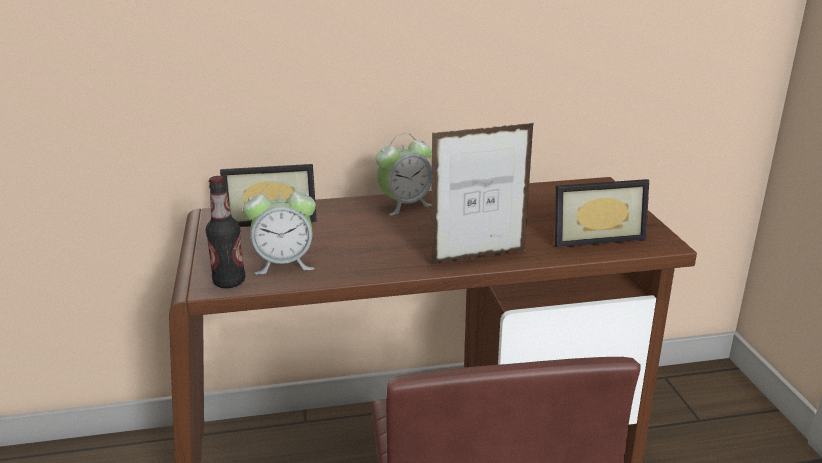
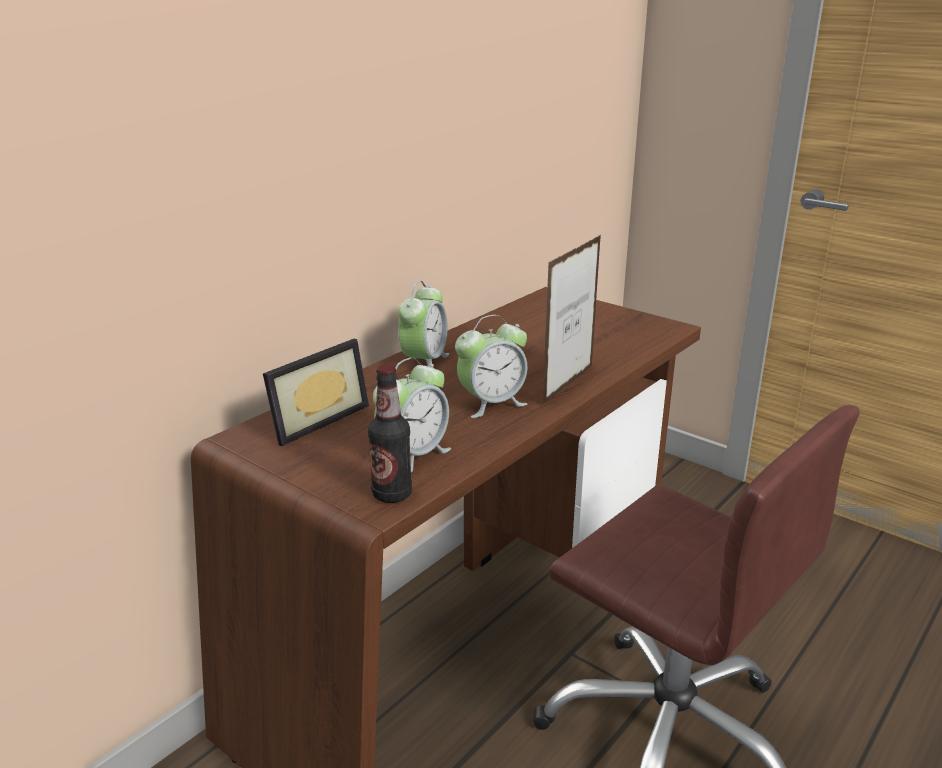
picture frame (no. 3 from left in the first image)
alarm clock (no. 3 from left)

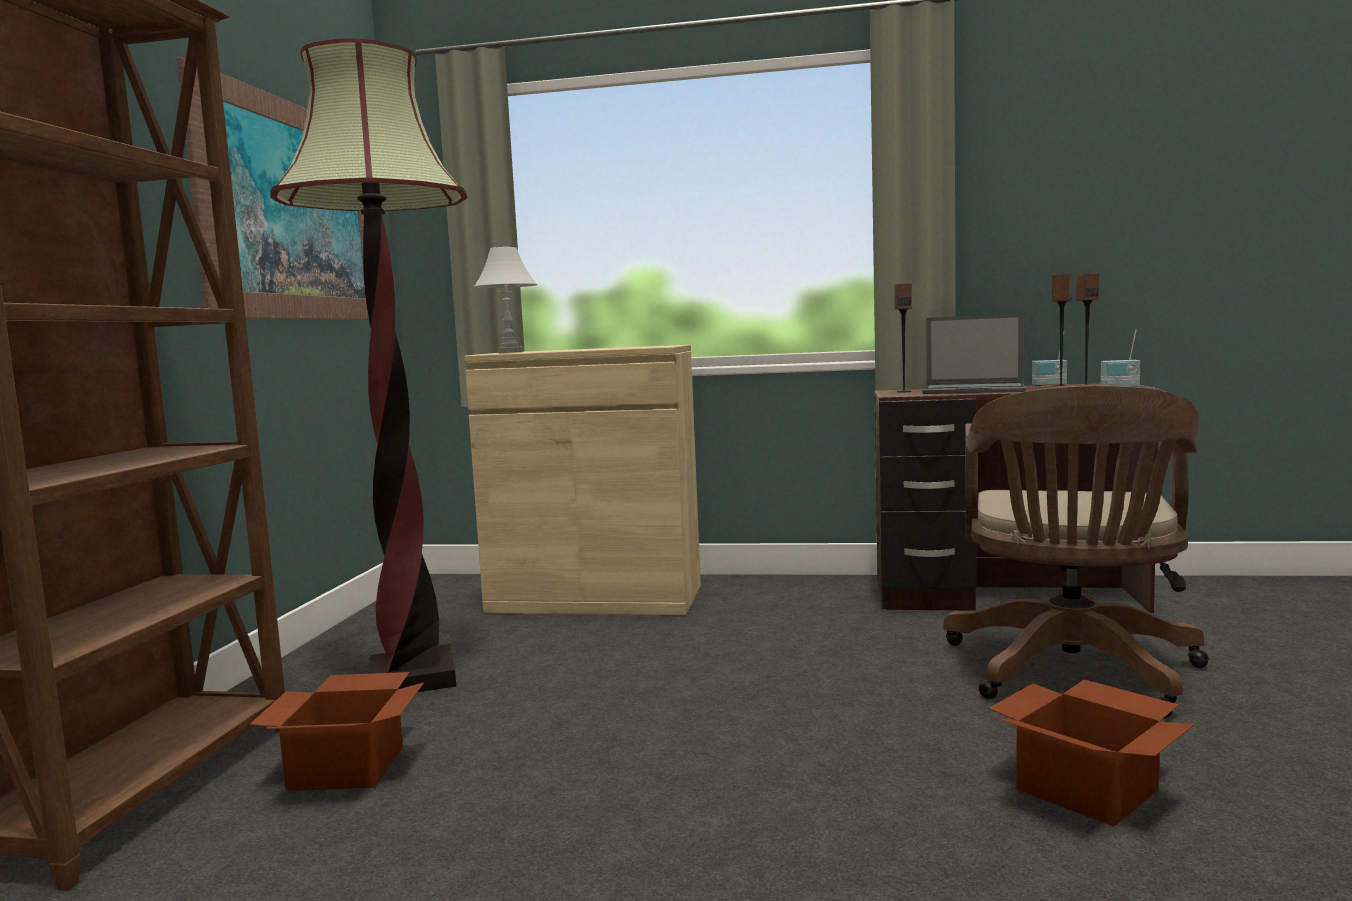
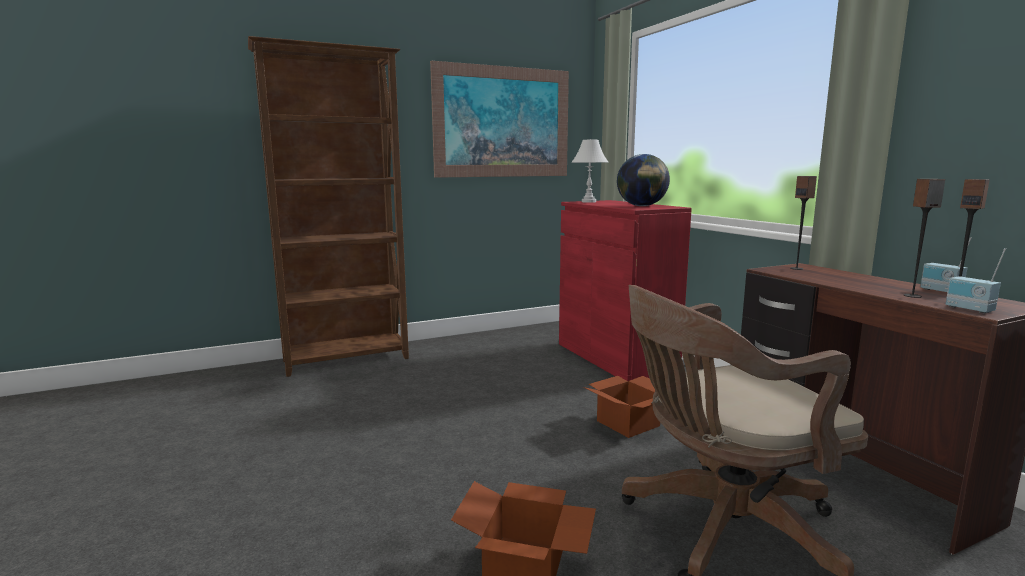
floor lamp
laptop
globe
cardboard box (no. 2 from left)
red cabinet

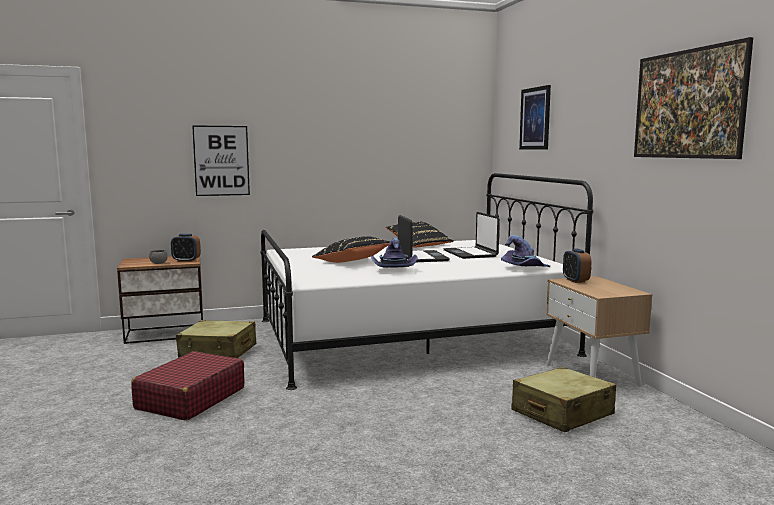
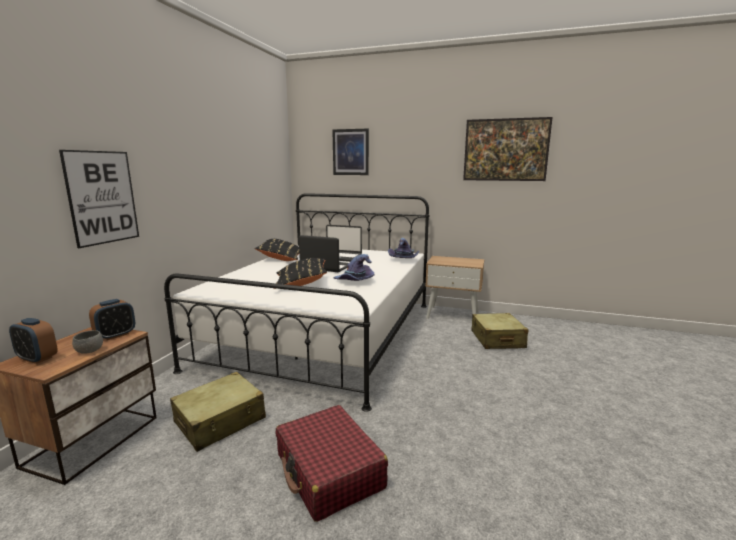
alarm clock (no. 1 from left)

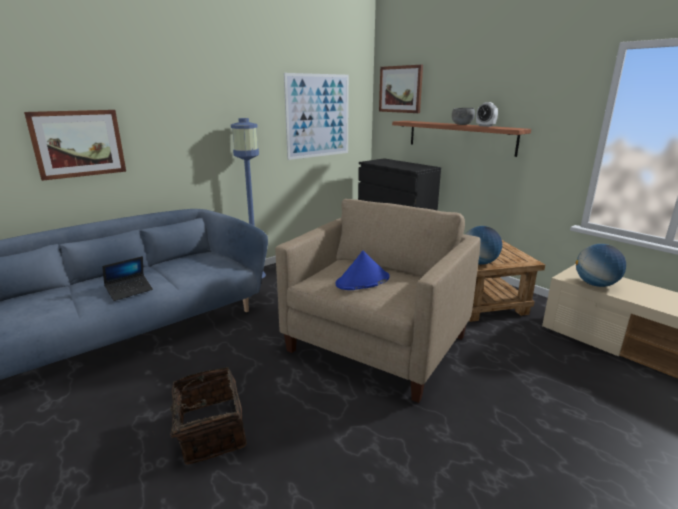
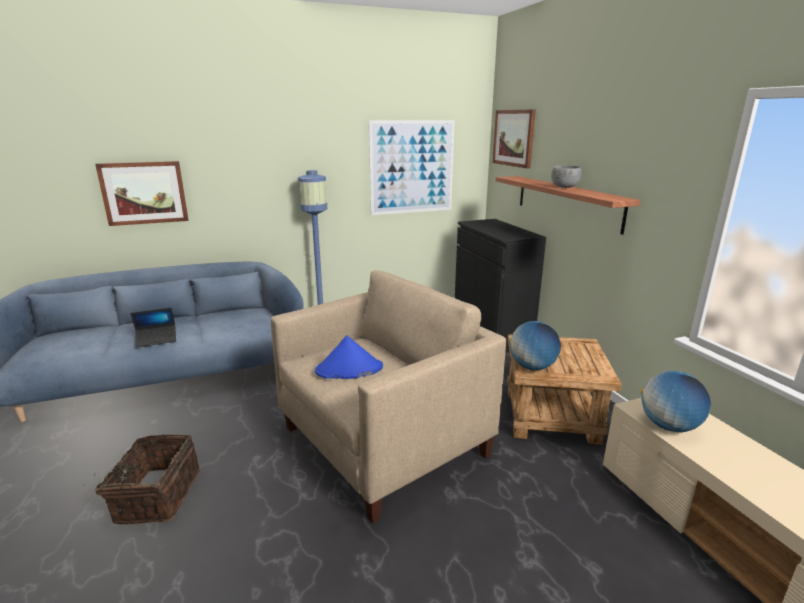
alarm clock

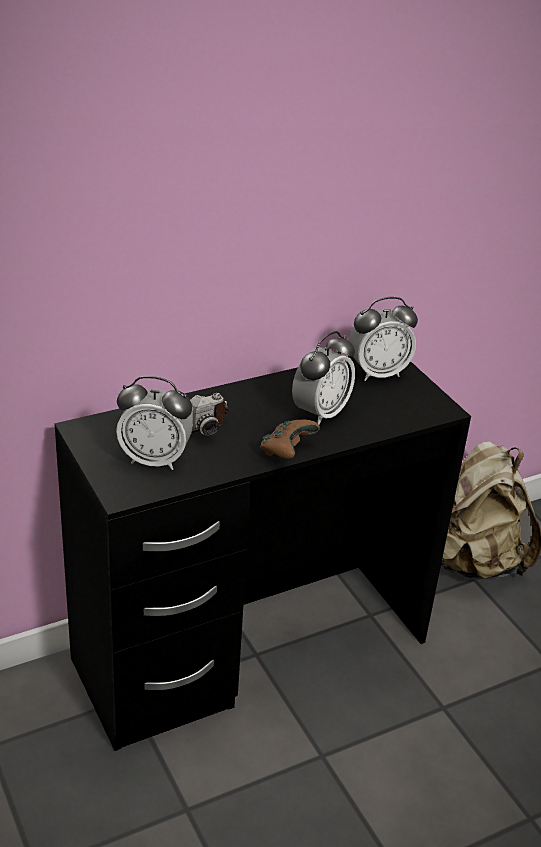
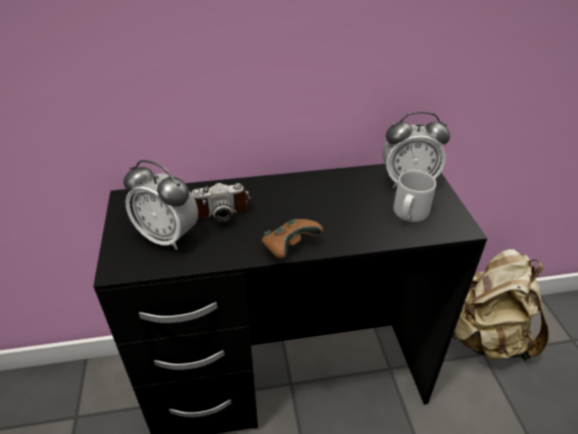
alarm clock (no. 2 from left in the first image)
grey mug

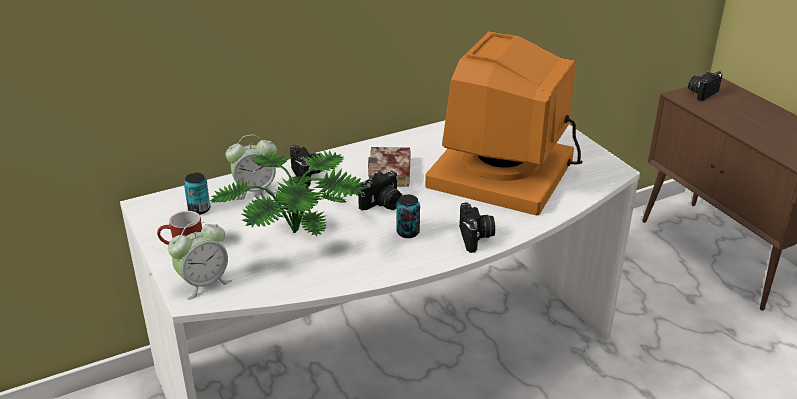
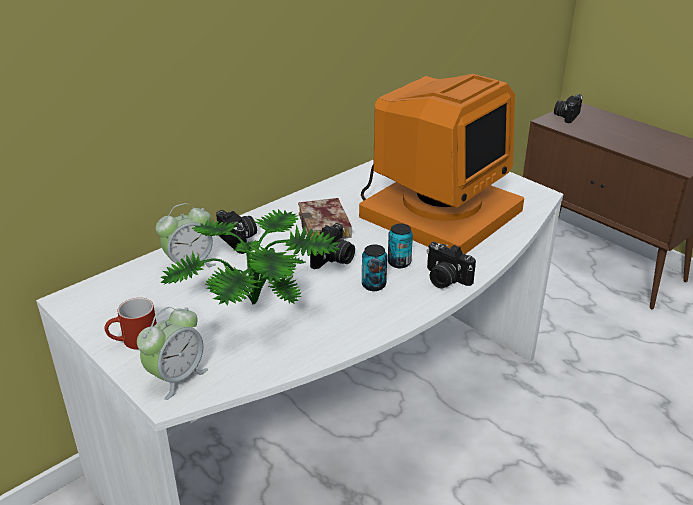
can (no. 2 from left)
monitor
photo camera (no. 3 from left)

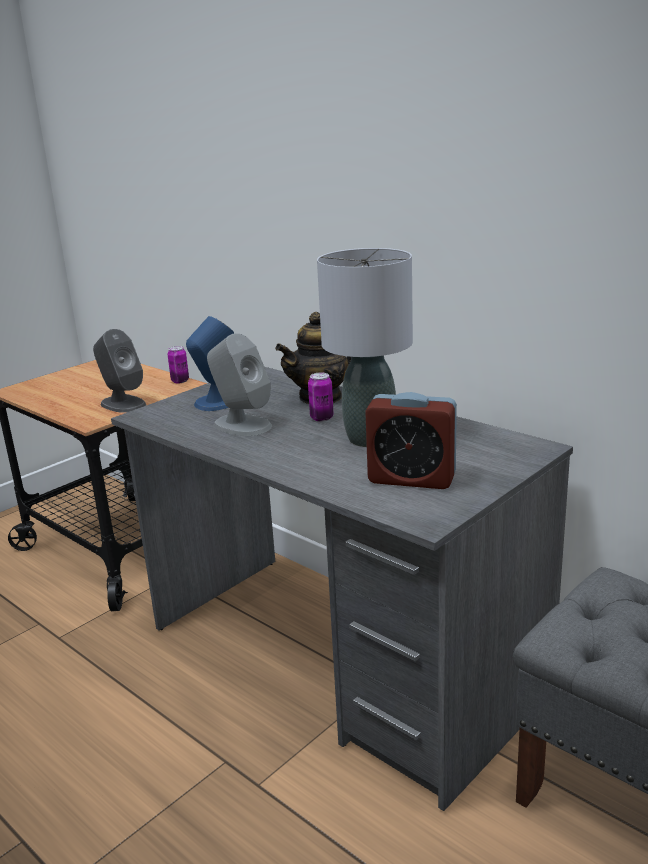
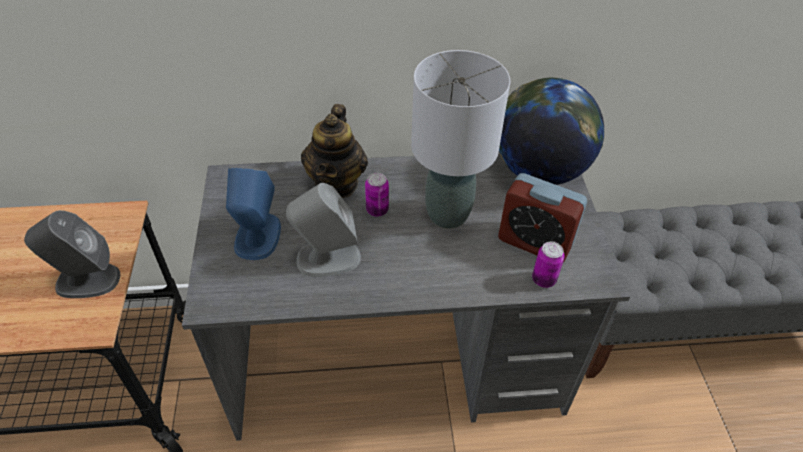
globe
can (no. 2 from left)
alarm clock

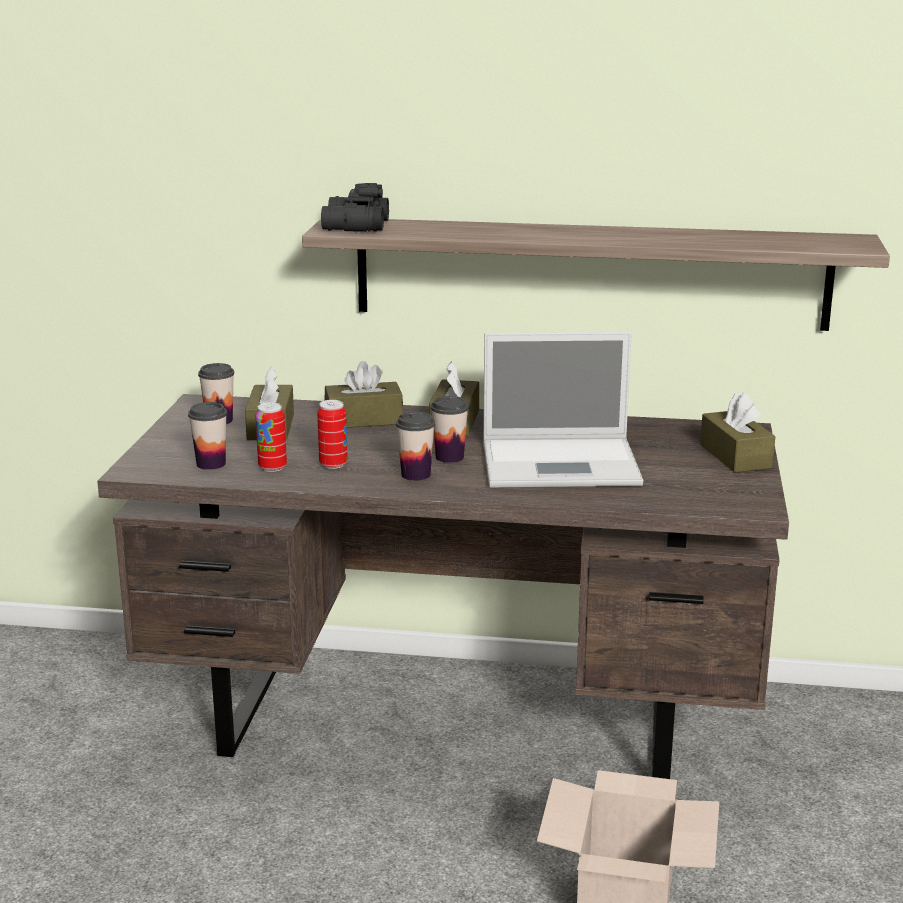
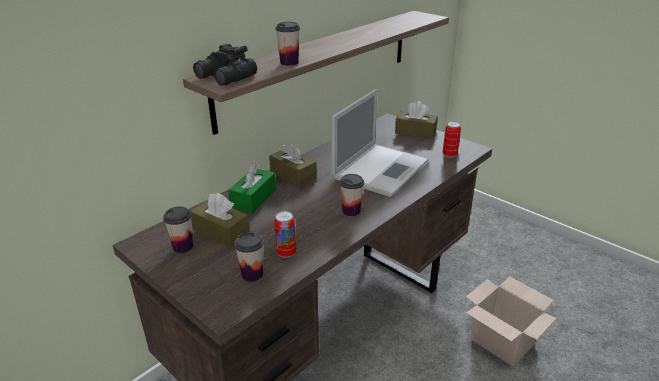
can (no. 2 from left)
cup (no. 3 from left)
green tissue box

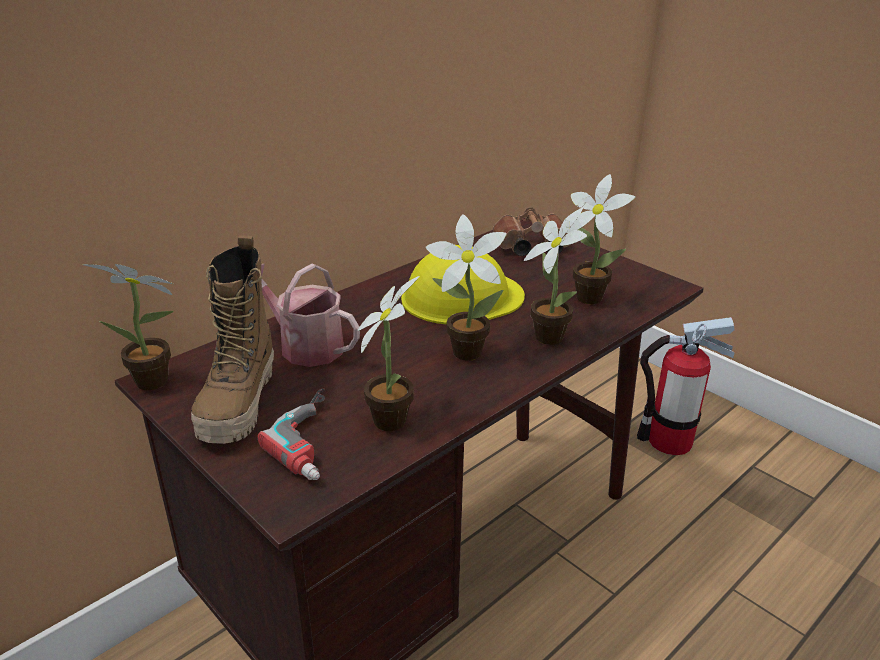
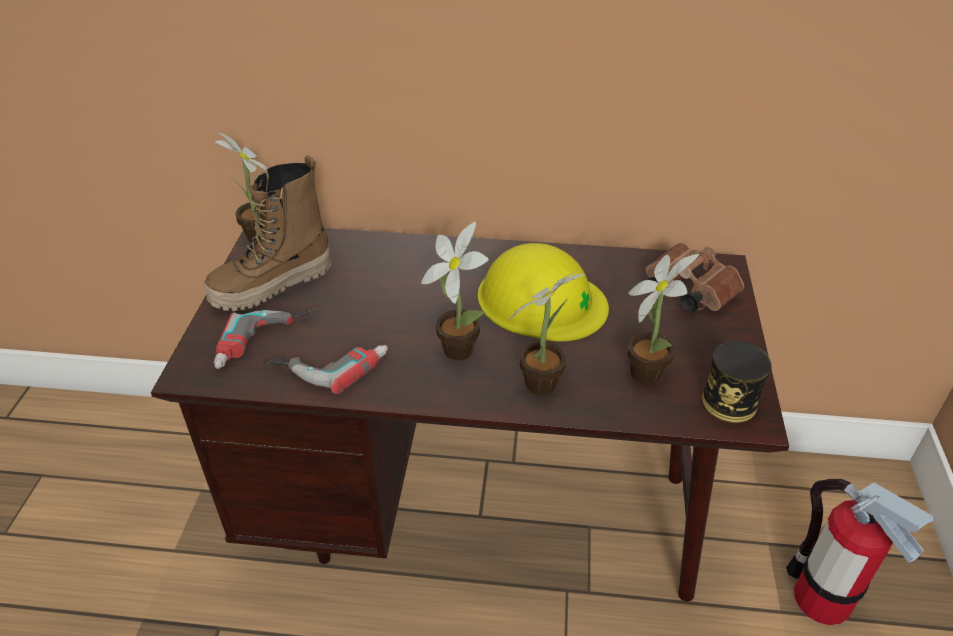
watering can
can
power drill (no. 2 from left)

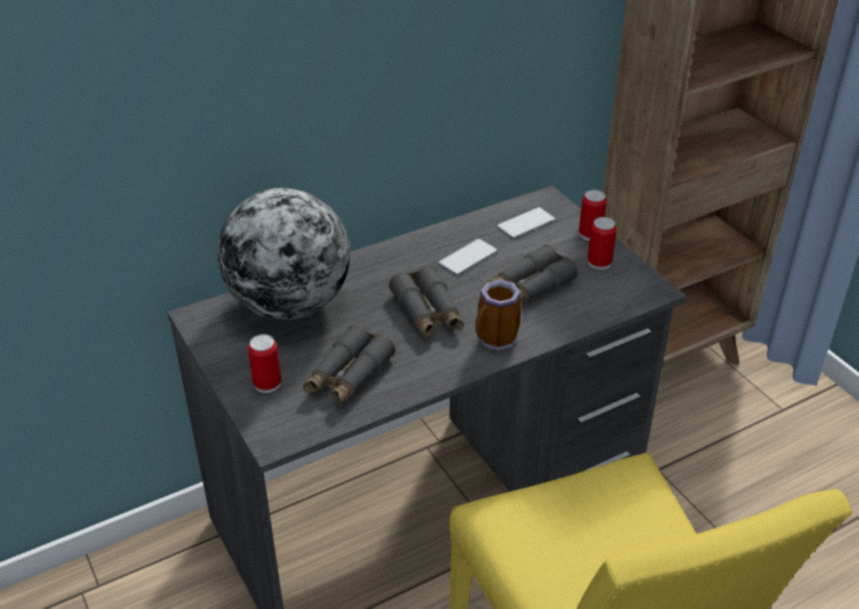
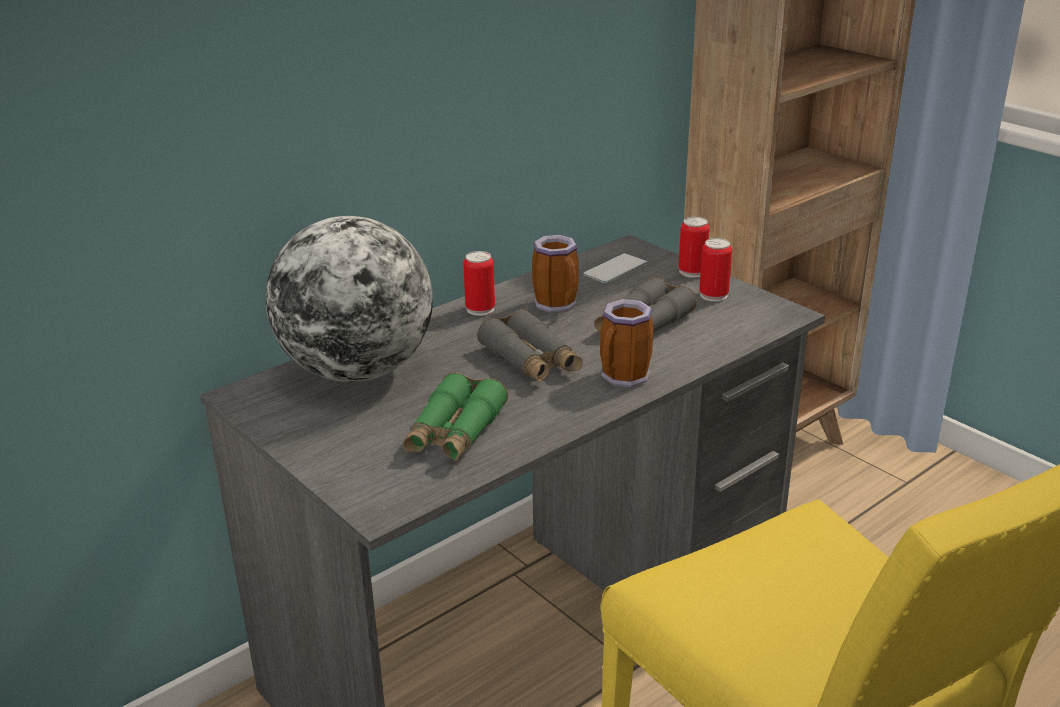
can (no. 1 from left)
mug (no. 1 from left)
green binoculars

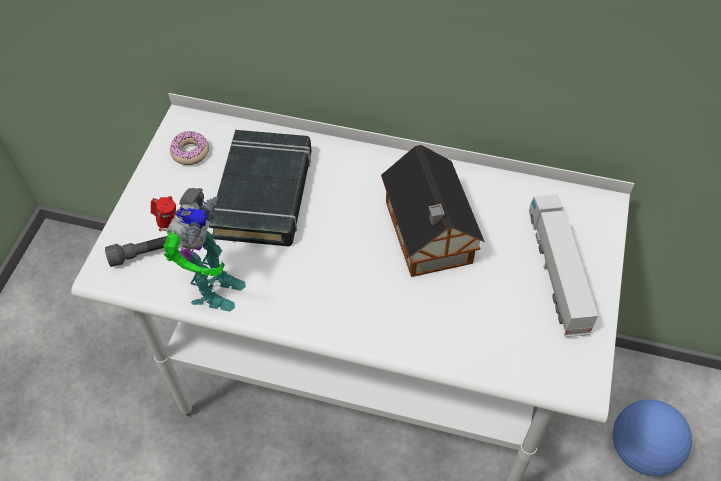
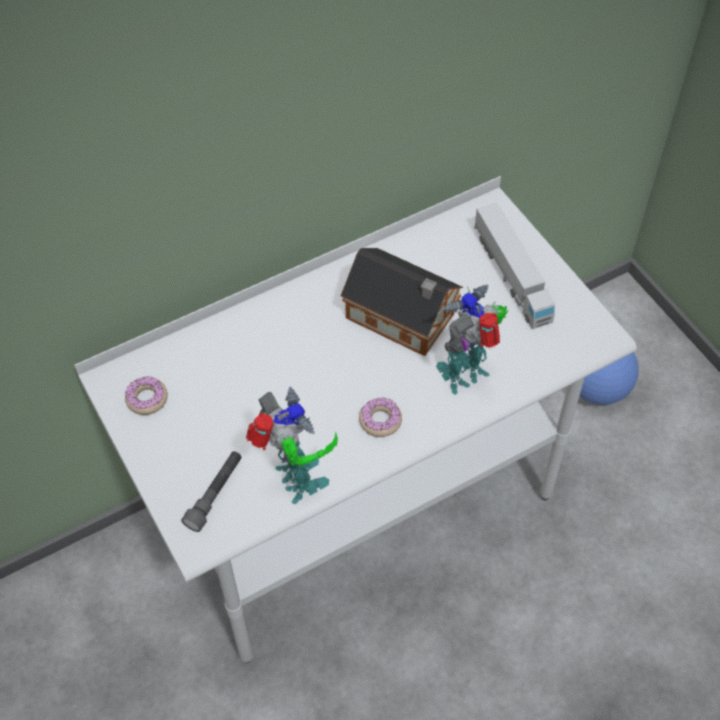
black book
donut (no. 2 from left)
toy robot (no. 2 from left)
toy truck

